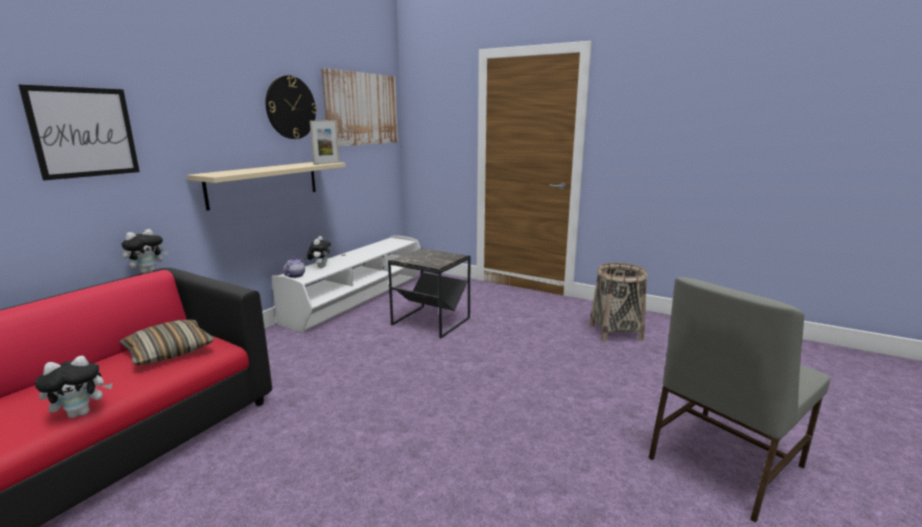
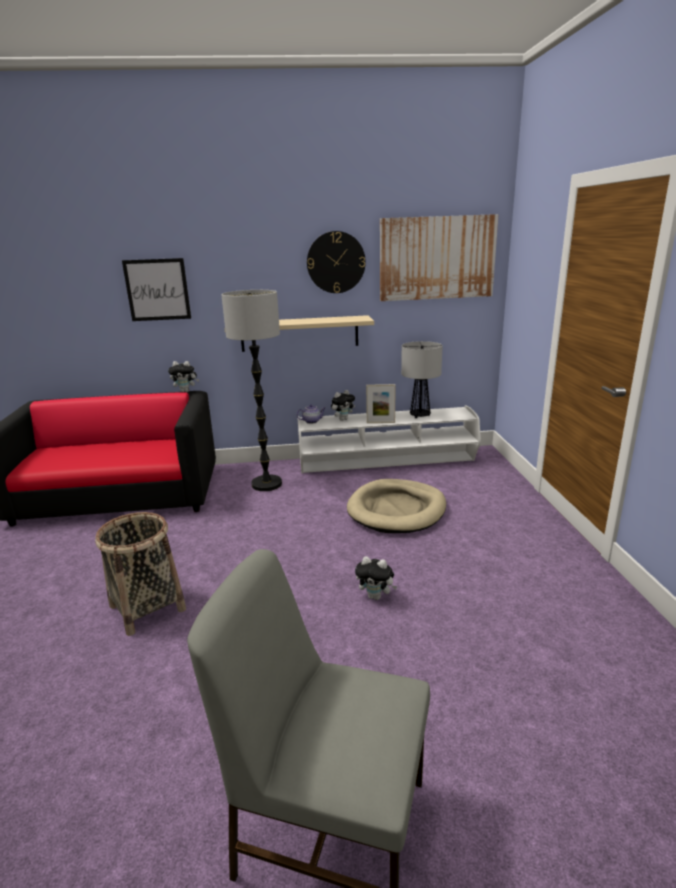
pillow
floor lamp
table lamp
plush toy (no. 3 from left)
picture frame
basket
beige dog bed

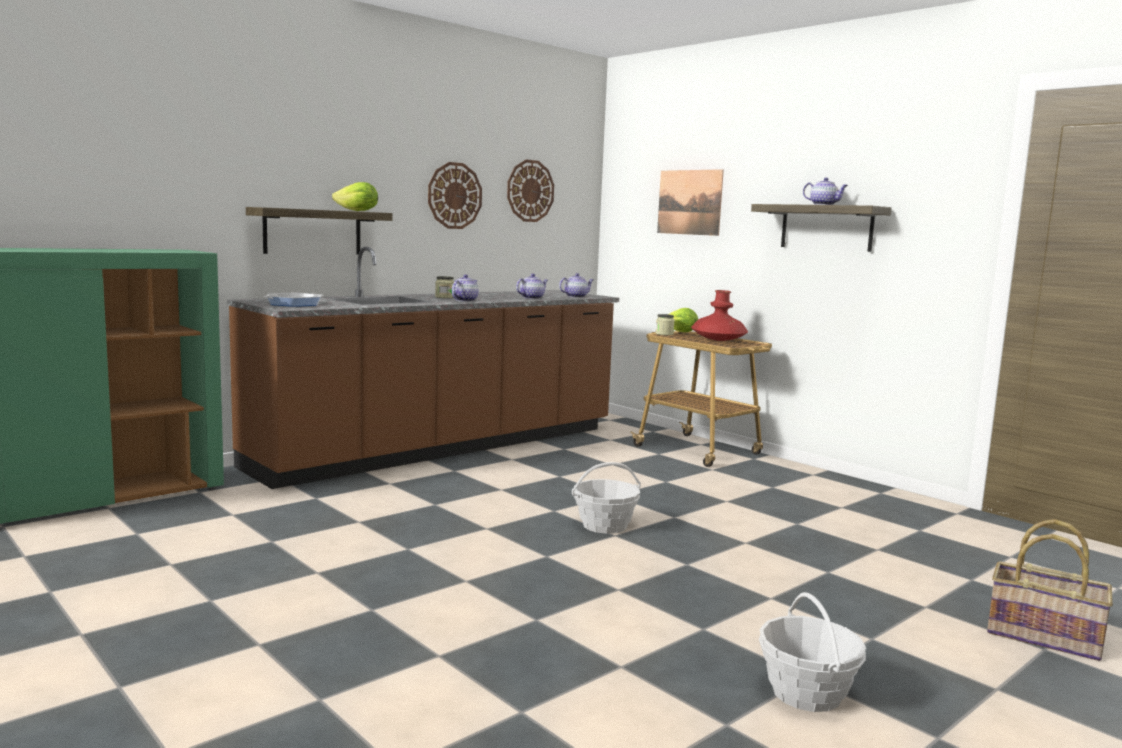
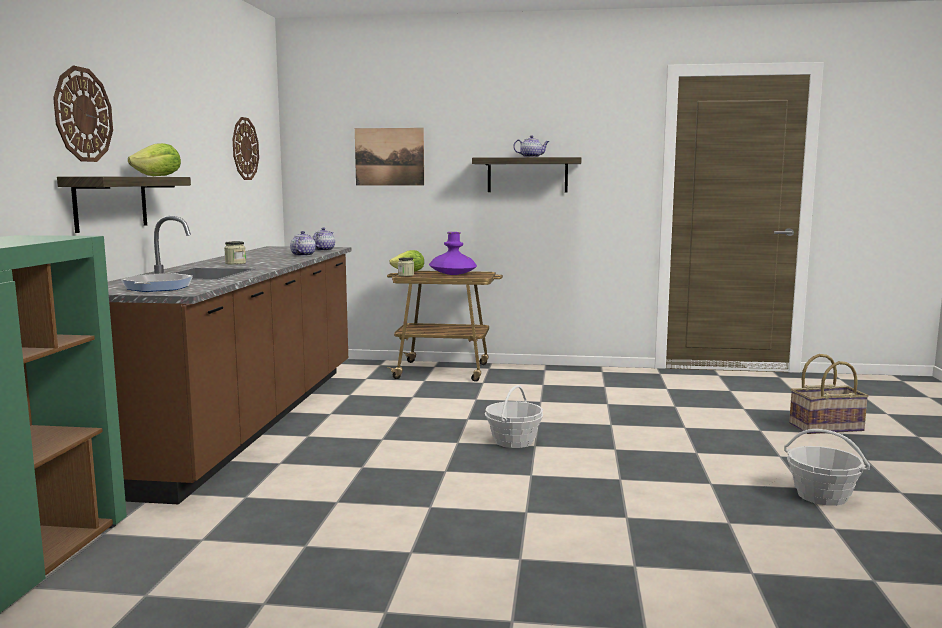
teapot (no. 1 from left in the first image)
wall clock (no. 1 from left)
purple vase

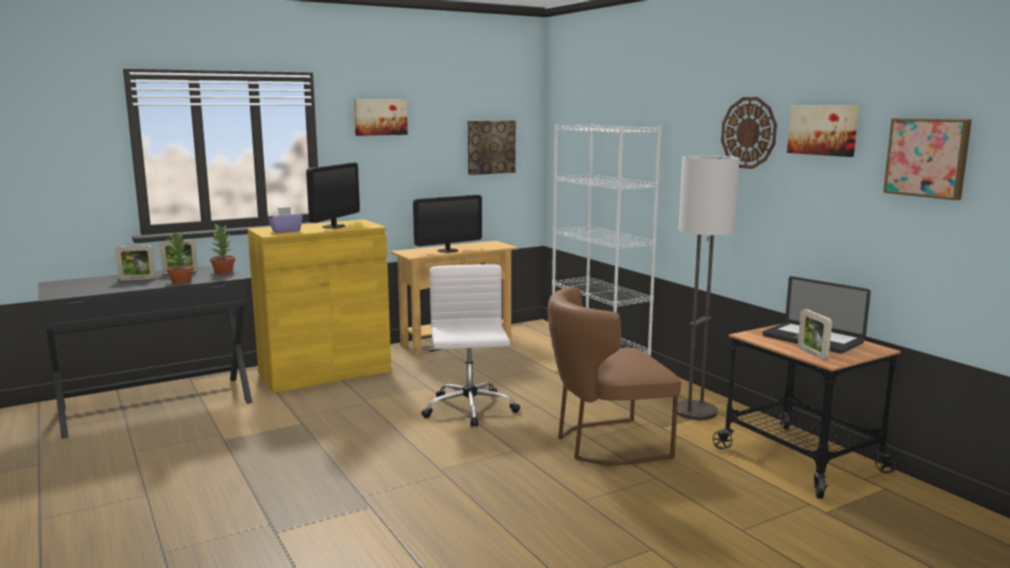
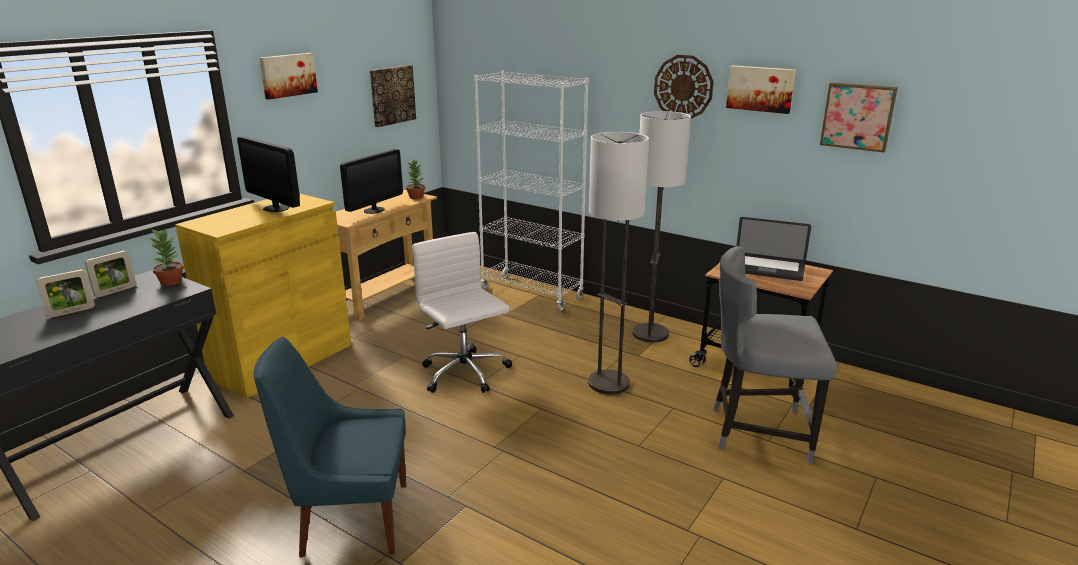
purple tissue box
picture frame (no. 3 from left in the first image)
blue chair
grey chair
potted plant (no. 2 from left)
floor lamp (no. 1 from left)
monitor (no. 1 from left)

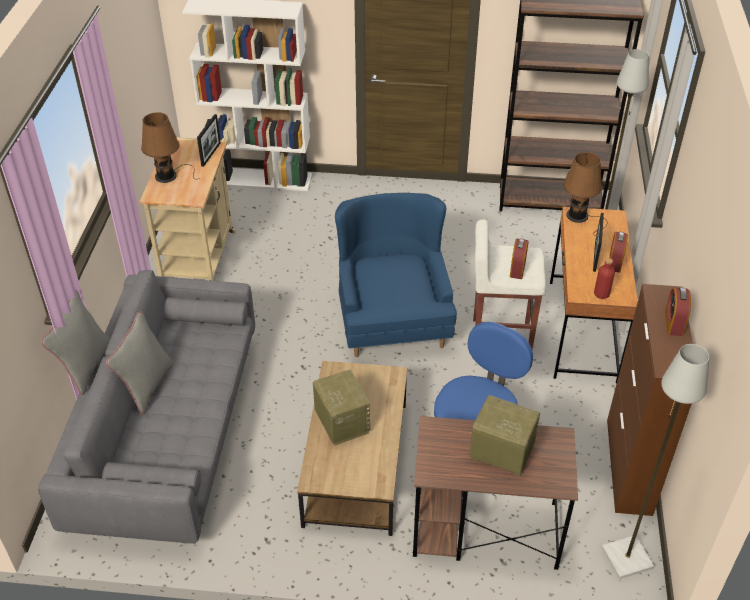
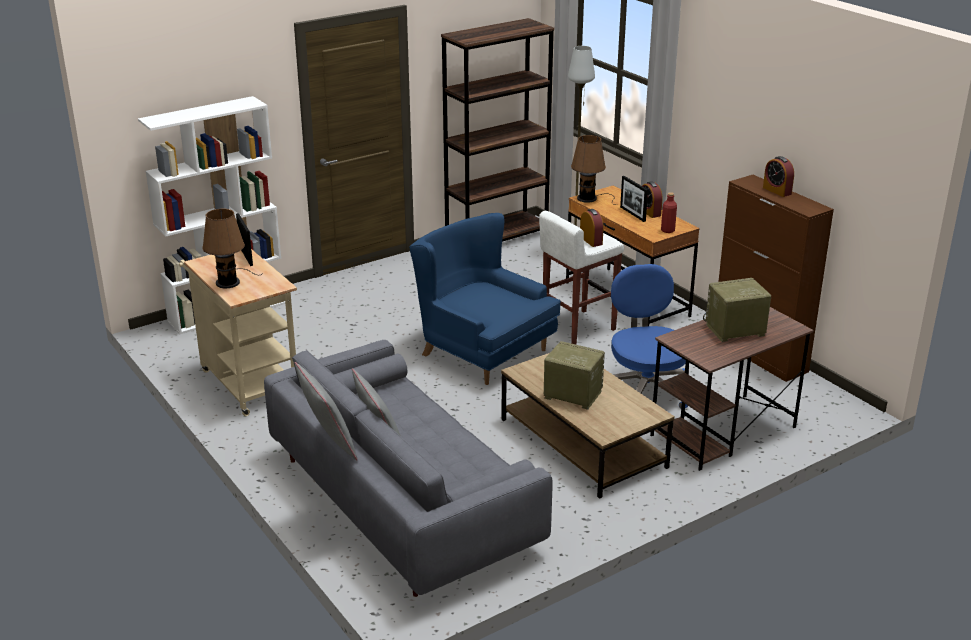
grey floor lamp (no. 2 from left in the first image)

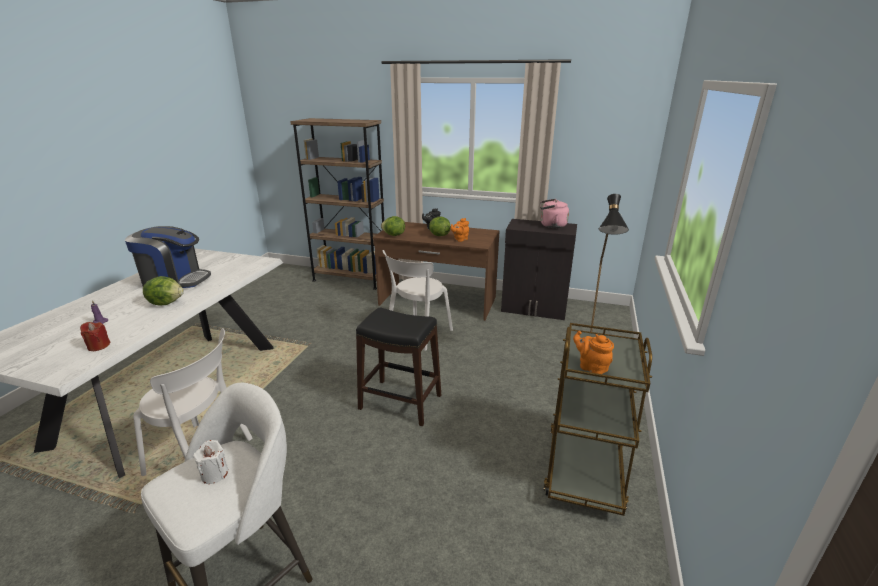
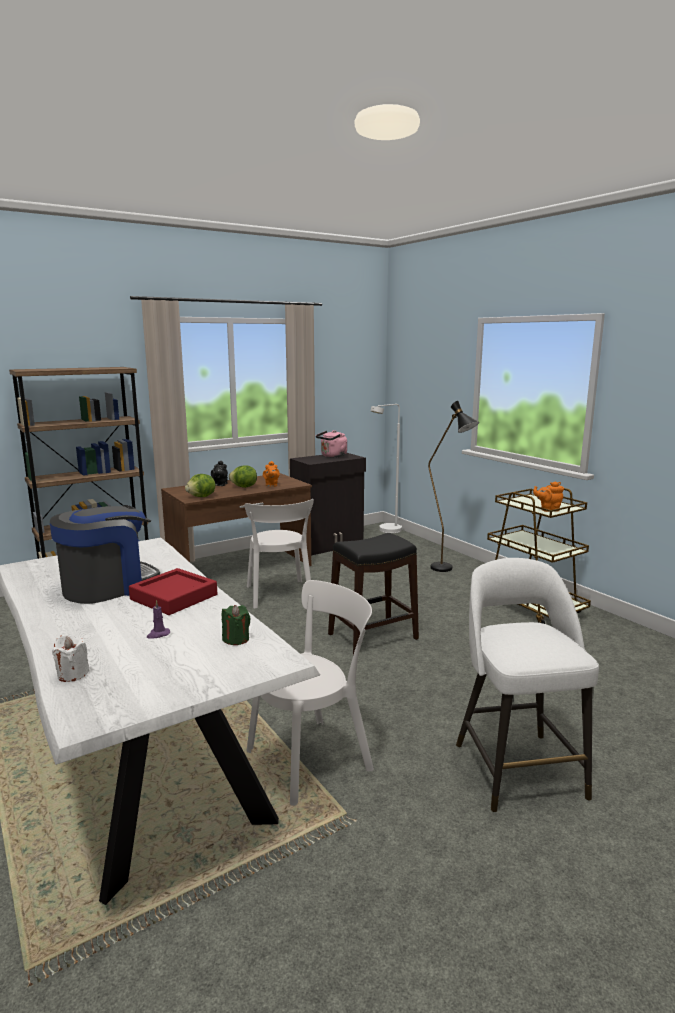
white floor lamp
white candle
red tray
green candle

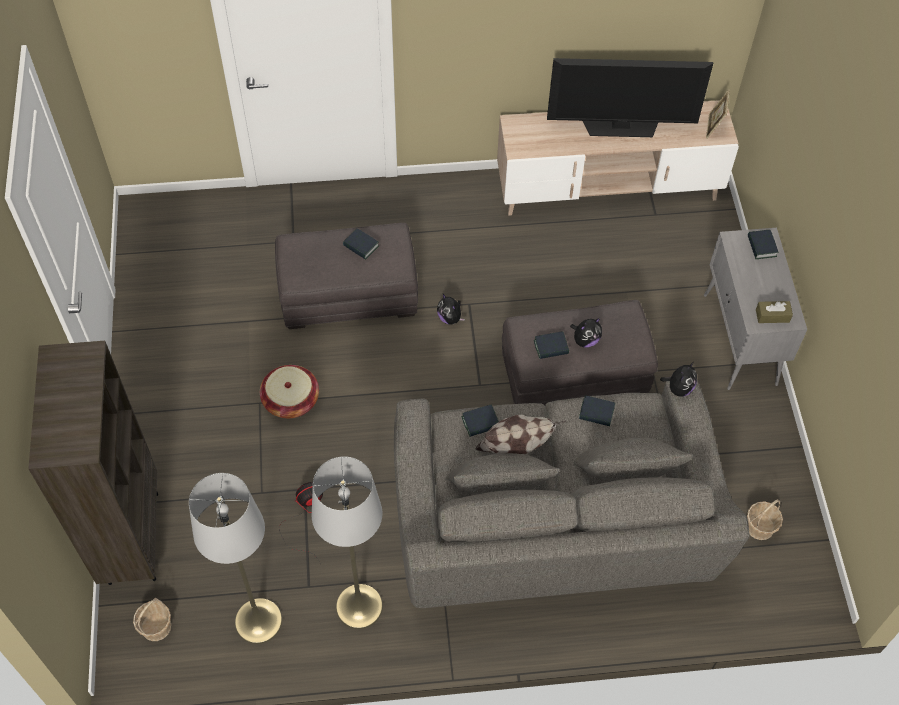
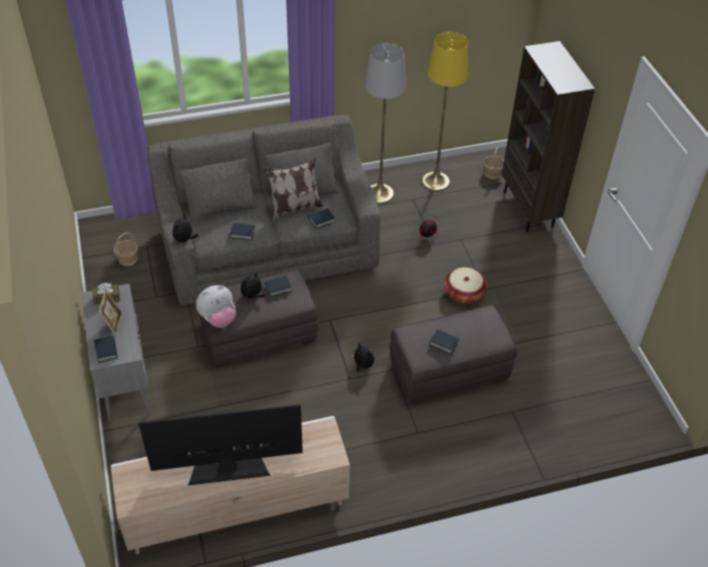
plush toy (no. 2 from left)
picture frame
yellow floor lamp

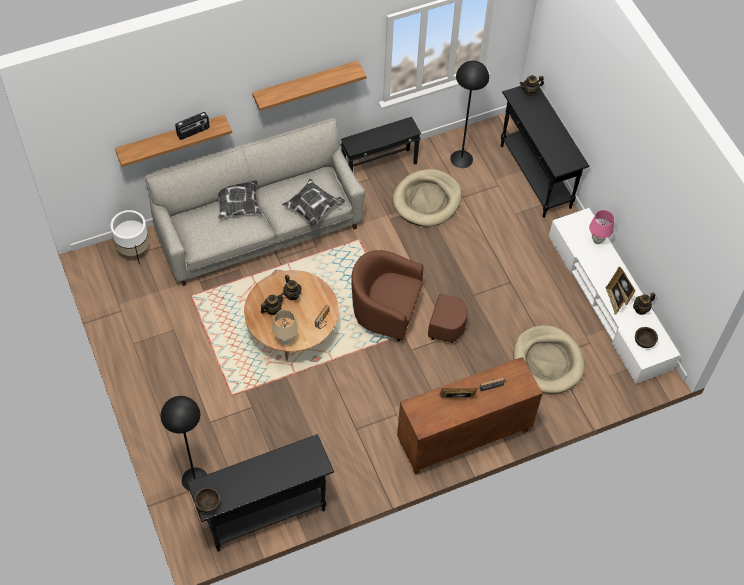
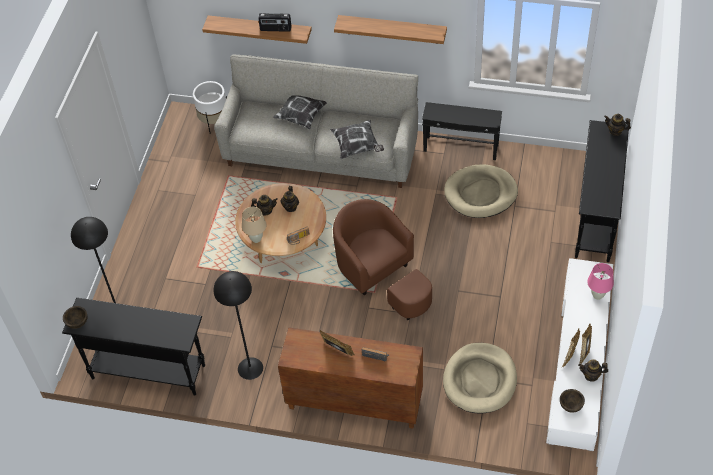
black floor lamp (no. 2 from left)

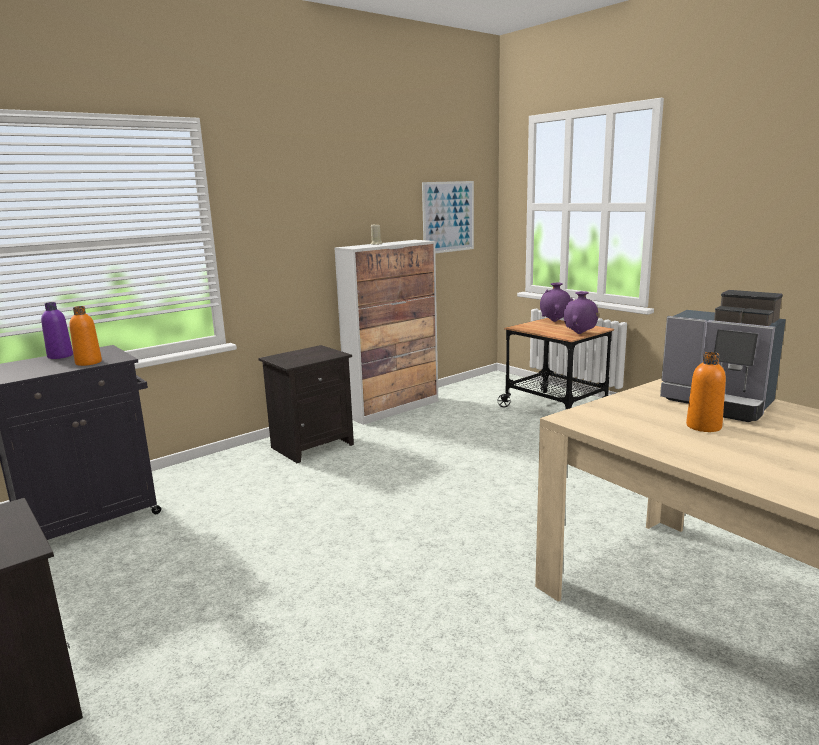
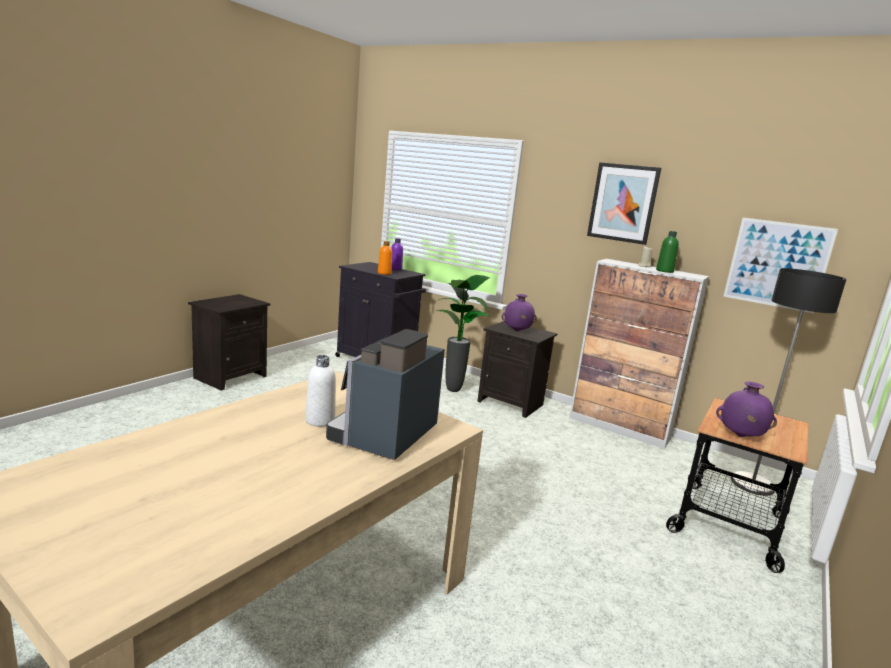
potted plant
picture (no. 1 from left)
green bottle
floor lamp
purple vase (no. 1 from left)
white bottle

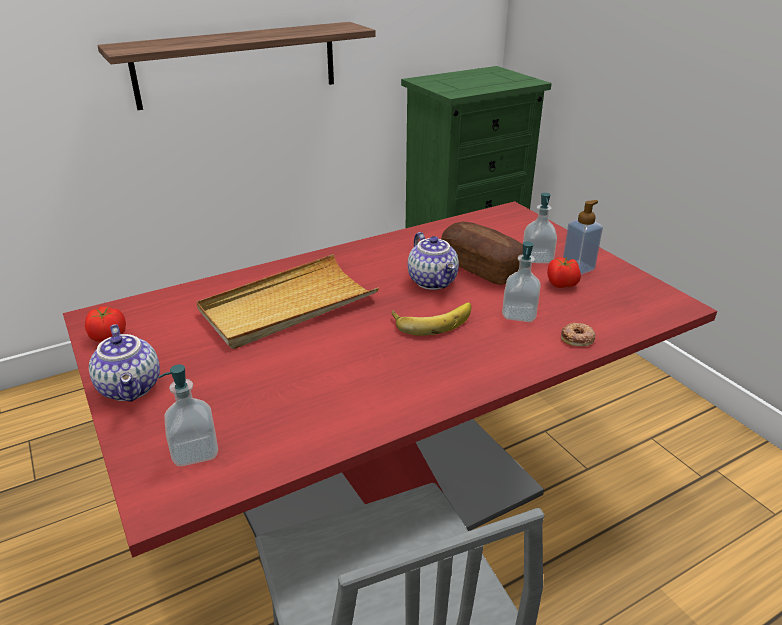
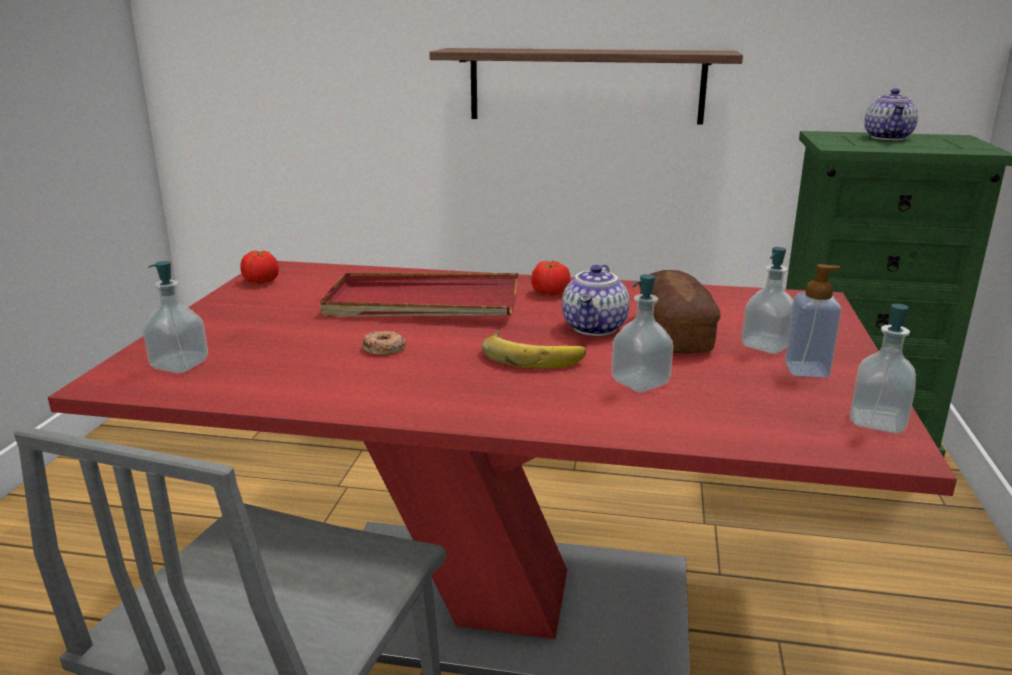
soap dispenser (no. 5 from left)
teapot (no. 2 from left)
tomato (no. 2 from left)
donut
red tray

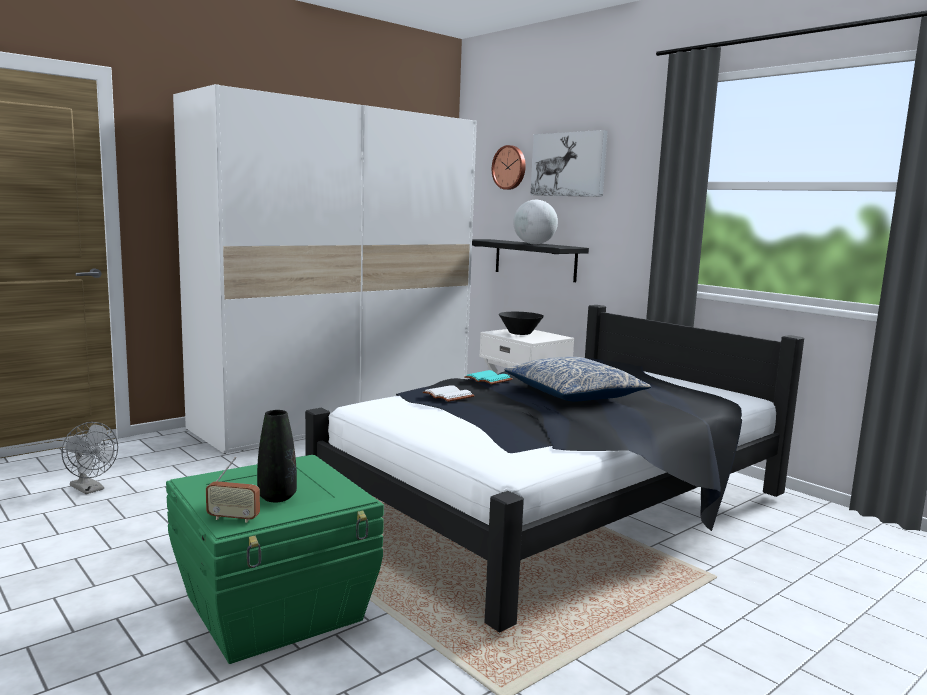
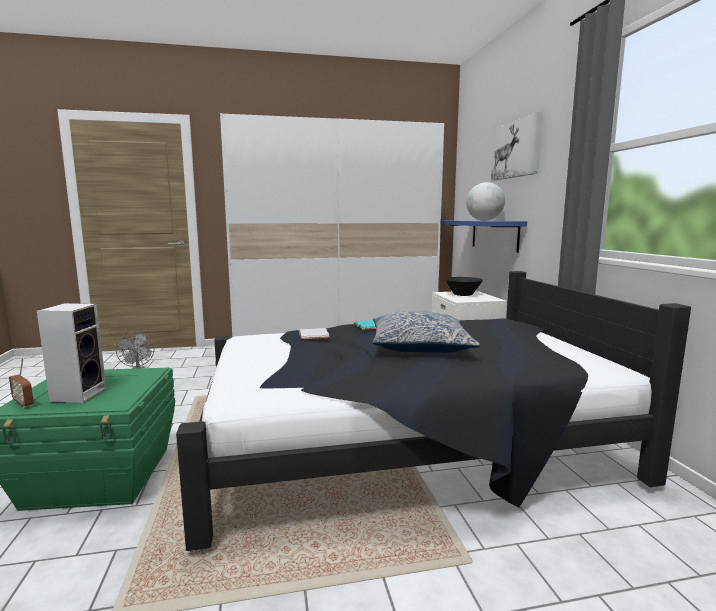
wall clock
speaker
blue shelf

